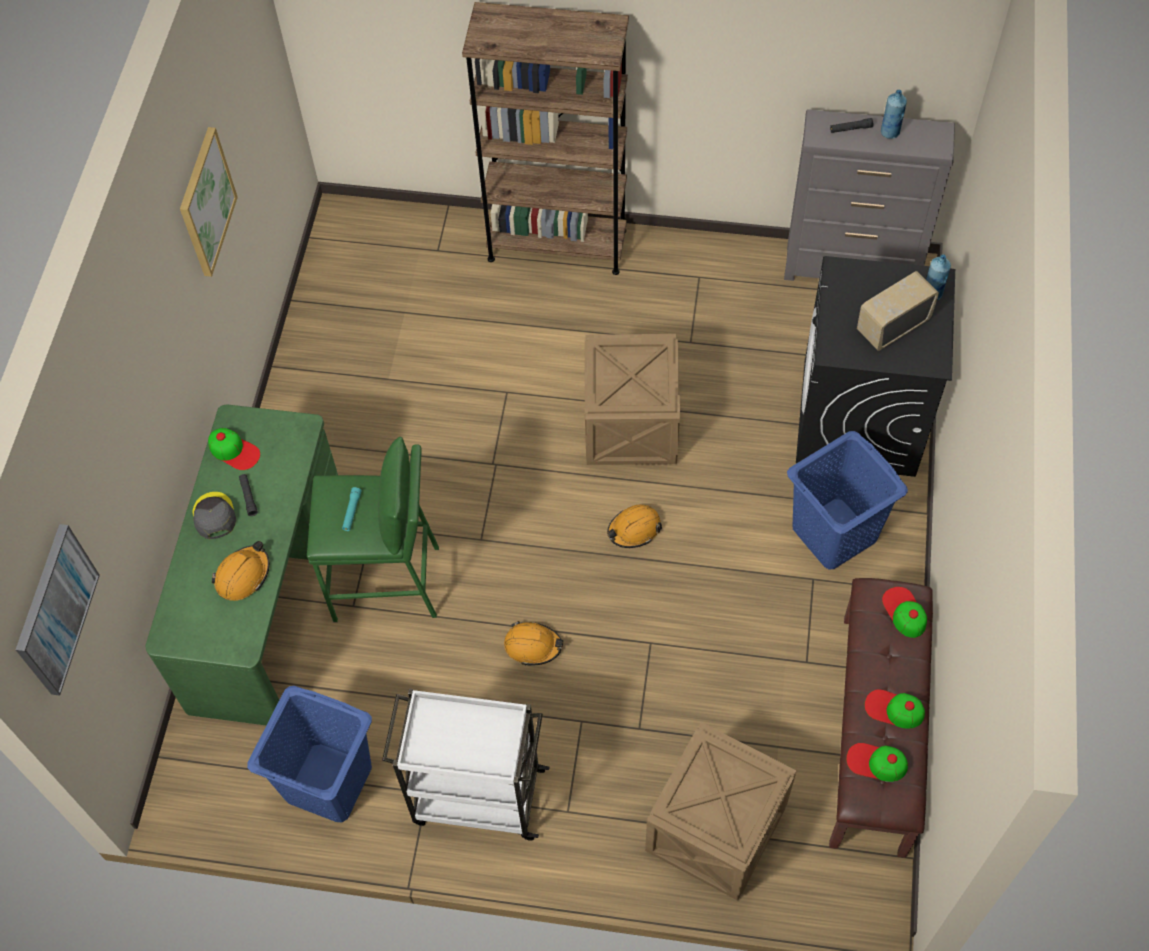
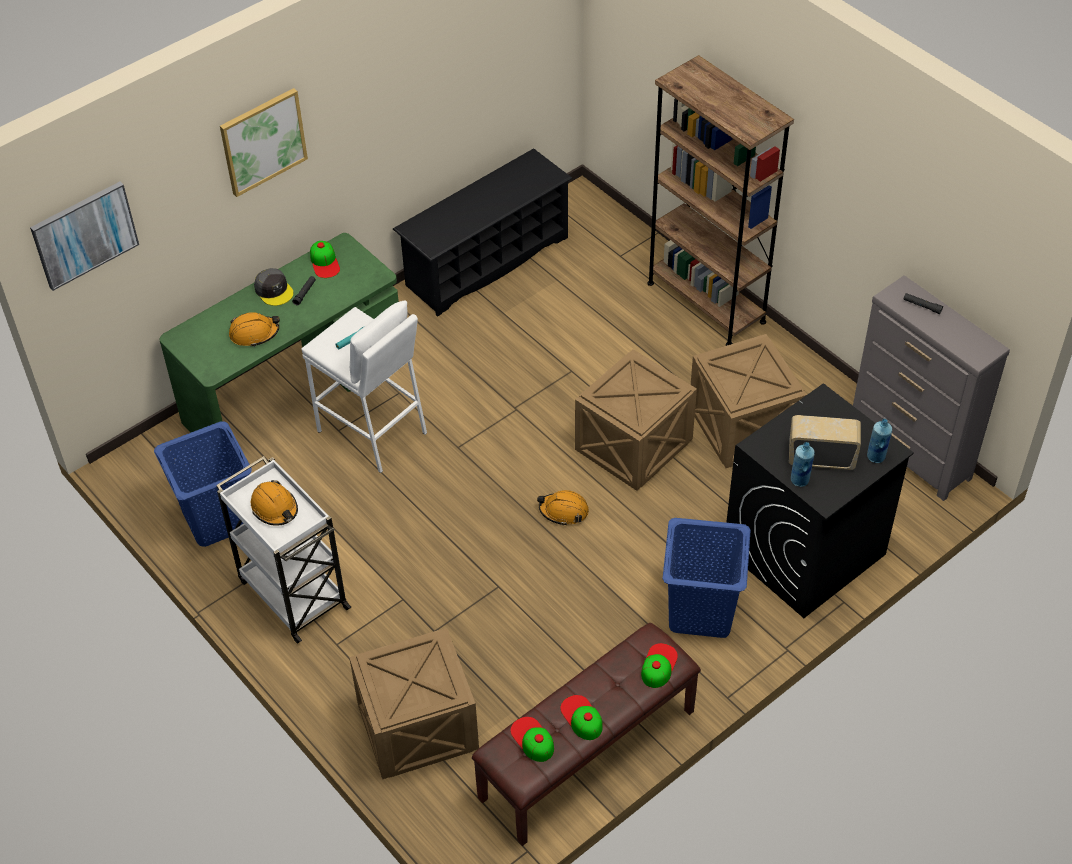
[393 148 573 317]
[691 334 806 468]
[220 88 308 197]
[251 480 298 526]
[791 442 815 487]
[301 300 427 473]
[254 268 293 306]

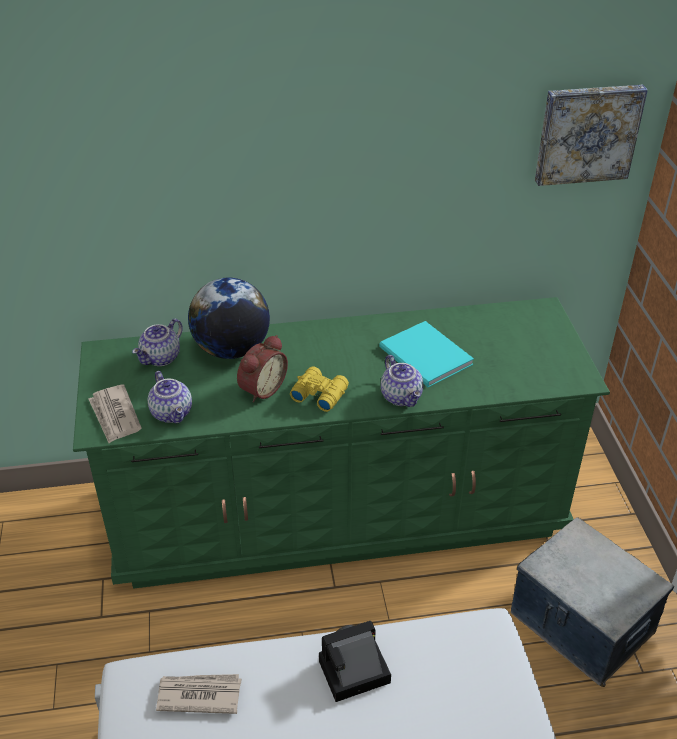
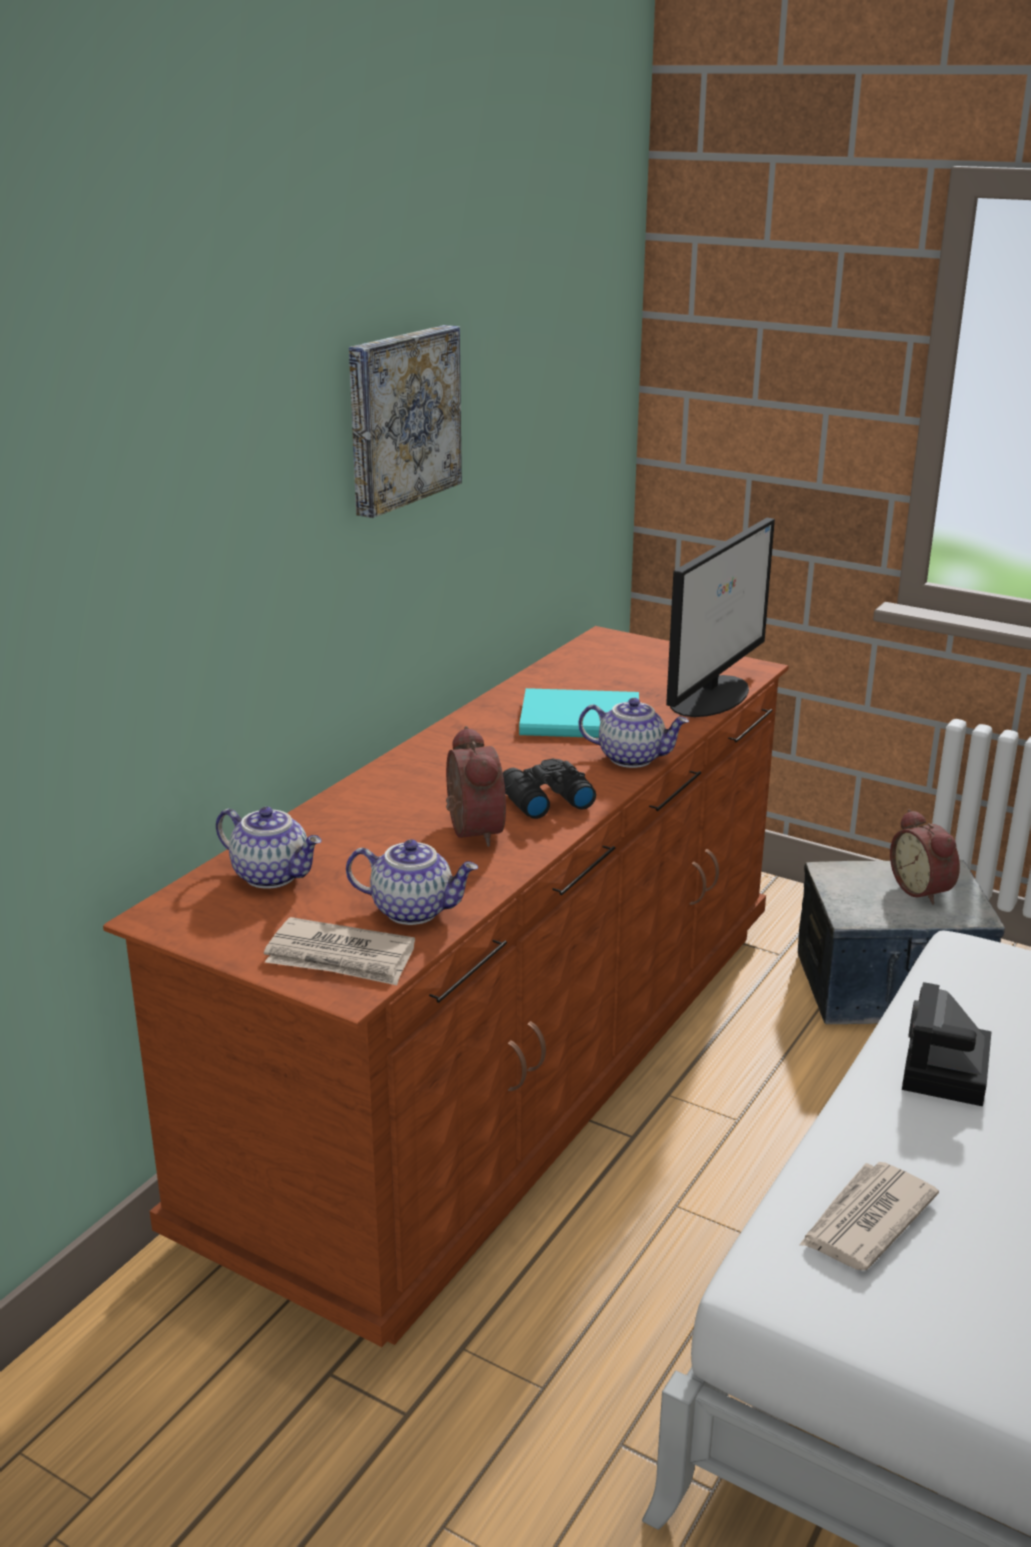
[188 278 270 359] (first image)
[666 518 775 717]
[890 809 960 905]
[349 325 462 518]
[103 626 789 1347]
[503 759 596 819]
[216 807 322 888]

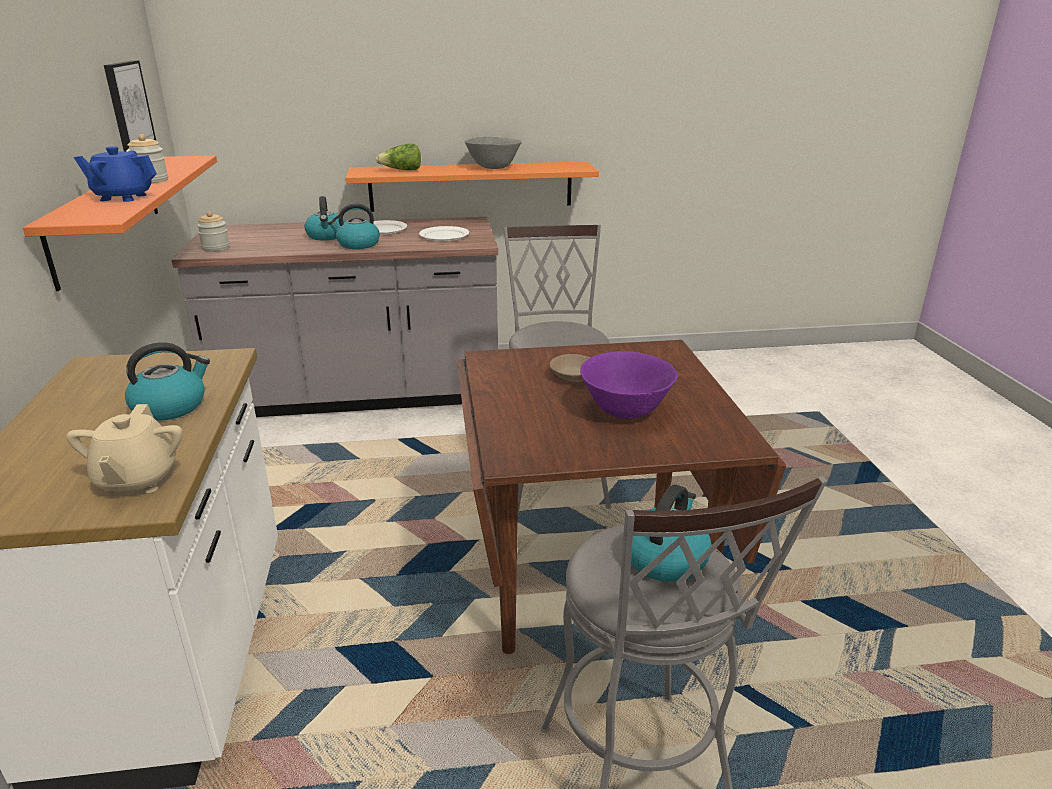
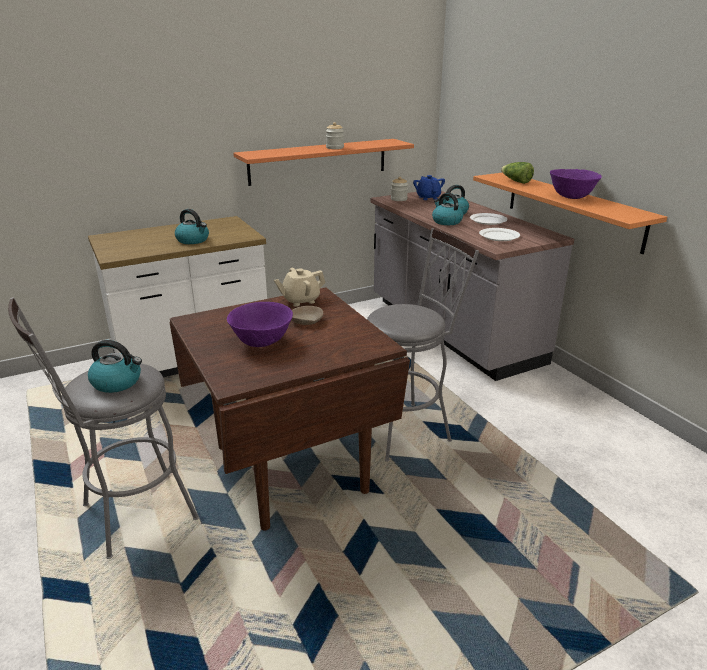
[104 60 156 152] (first image)
[274 268 326 307]
[413 175 445 200]
[550 169 602 199]

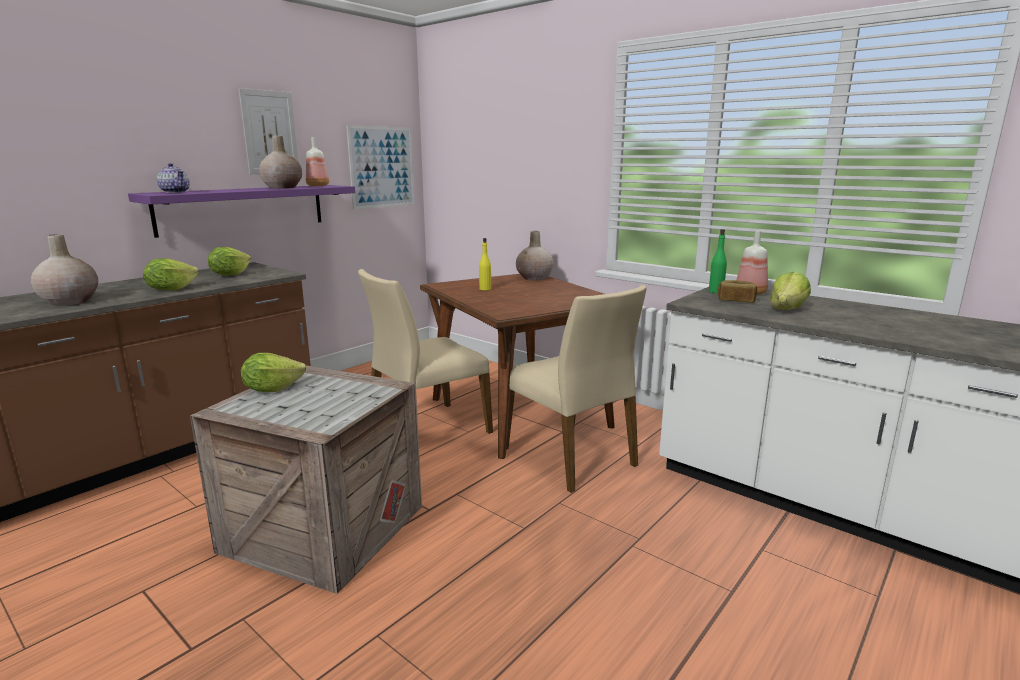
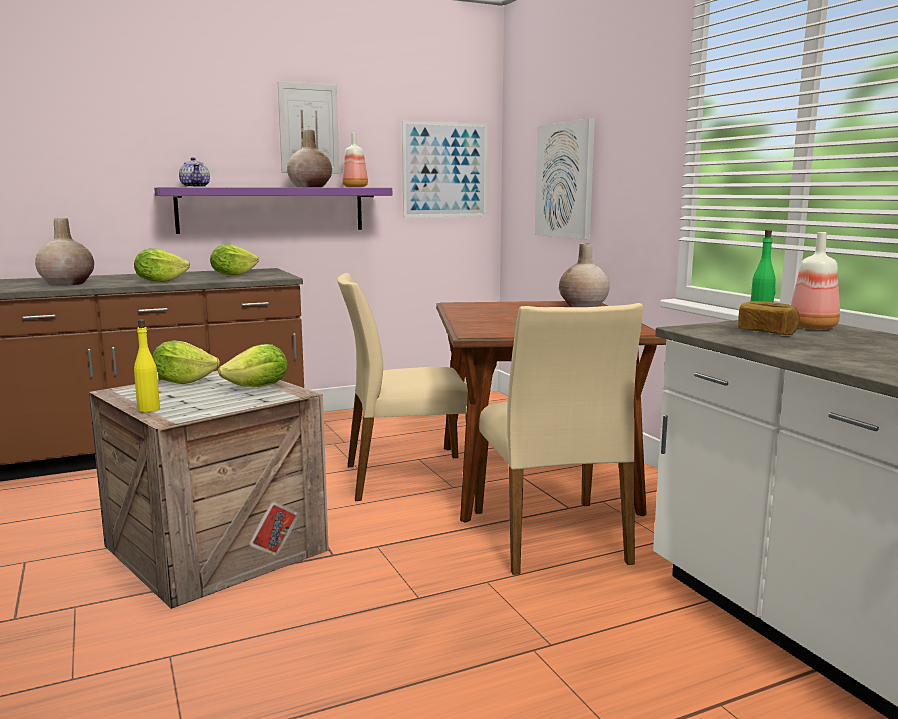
[535 118 595 240]
[134 319 160 413]
[218 344 288 387]

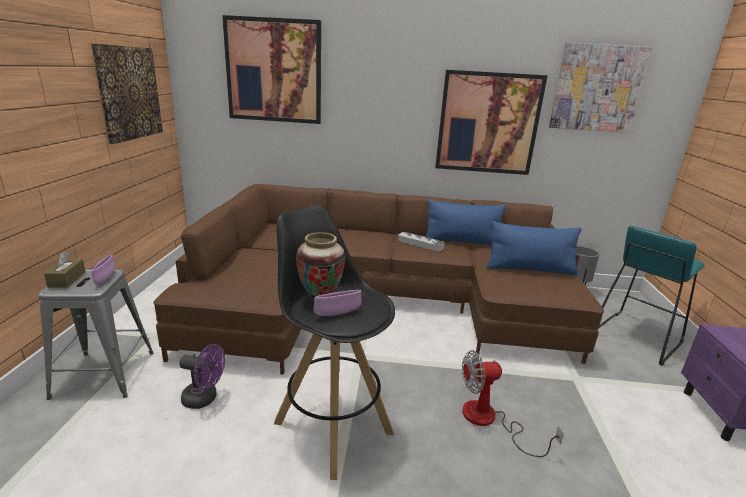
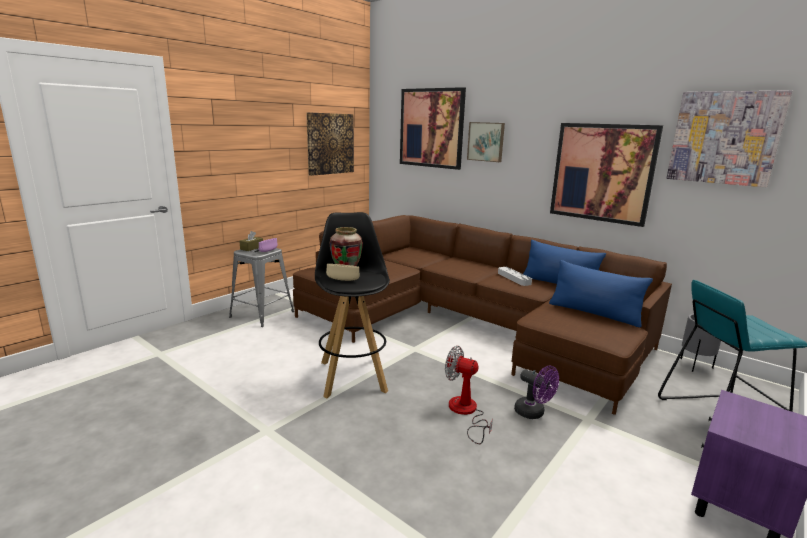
[467 122 505 162]
[514 366 559 419]
[326 264 360 281]

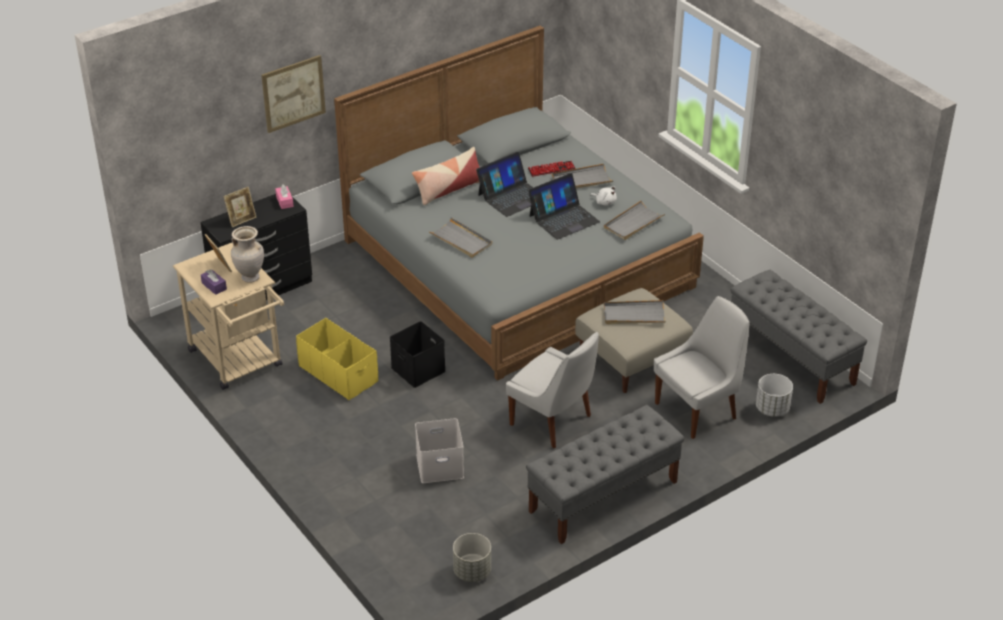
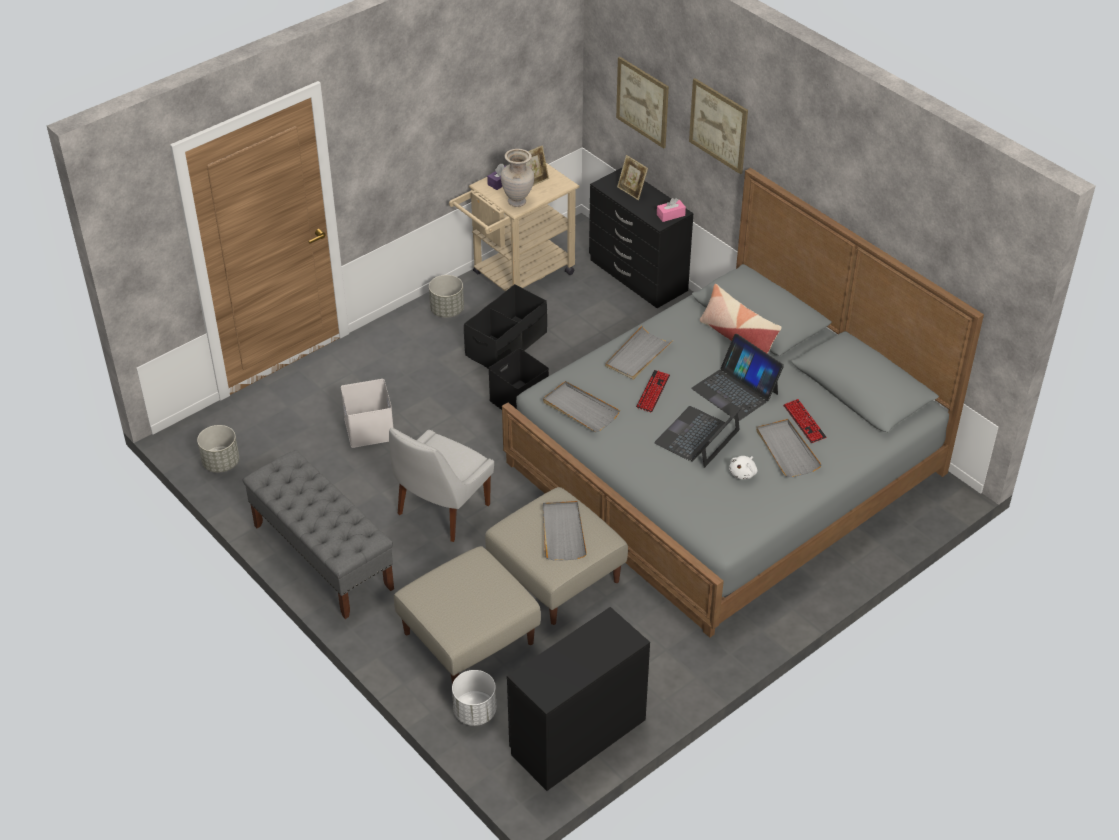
[429 275 464 318]
[616 57 669 148]
[636 370 670 413]
[543 381 620 432]
[394 546 541 684]
[507 607 650 791]
[464 284 547 369]
[654 403 745 468]

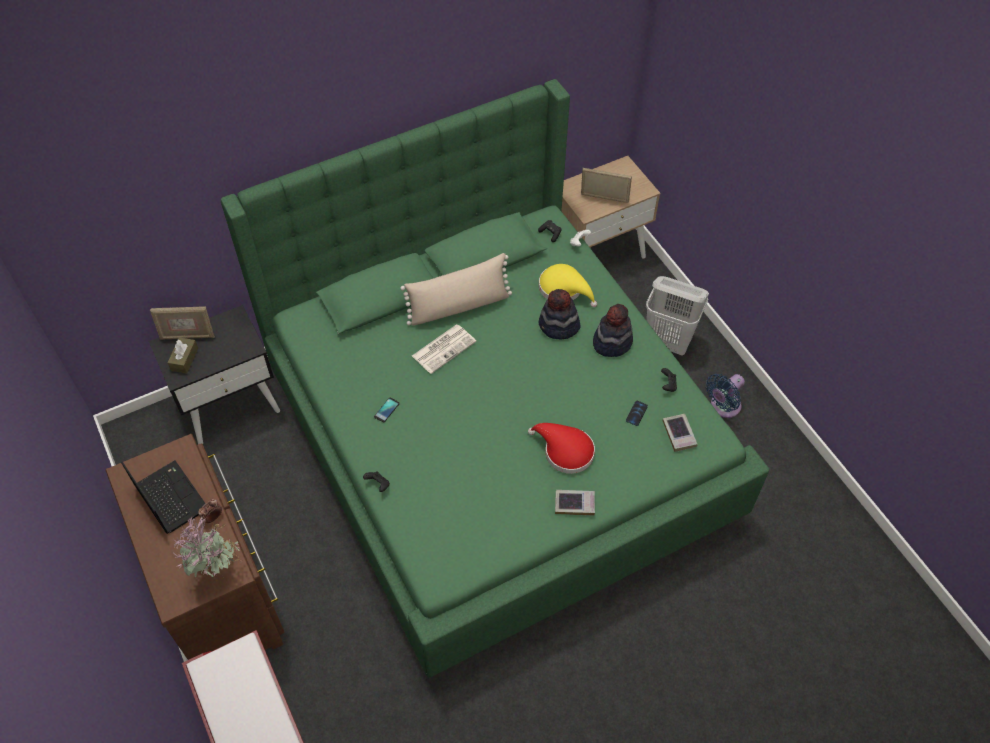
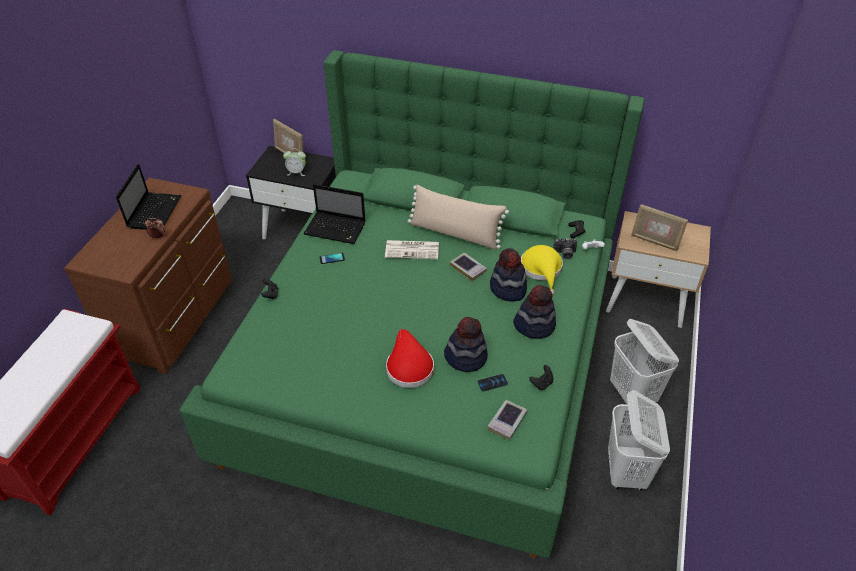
[168 337 198 373] (first image)
[173 517 241 577] (first image)
[283 148 306 176]
[303 184 366 244]
[444 317 488 372]
[553 238 577 259]
[450 252 487 281]
[608 390 670 491]
[631 204 688 251]

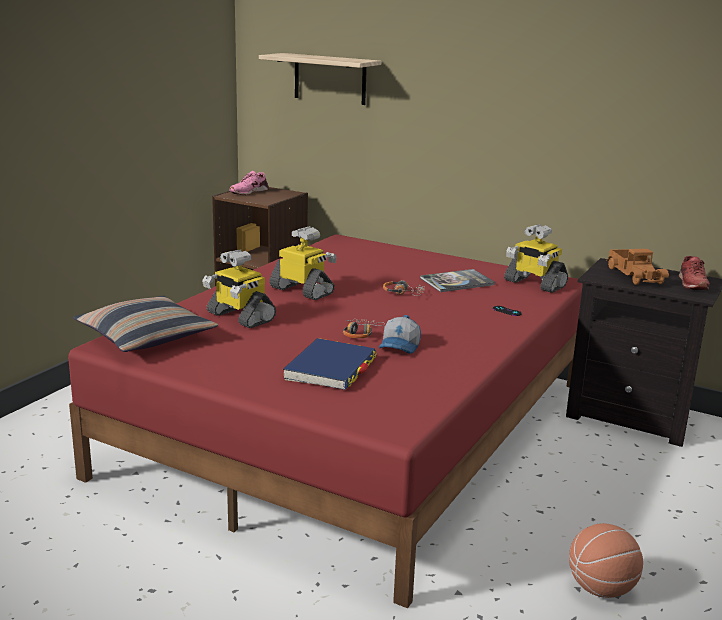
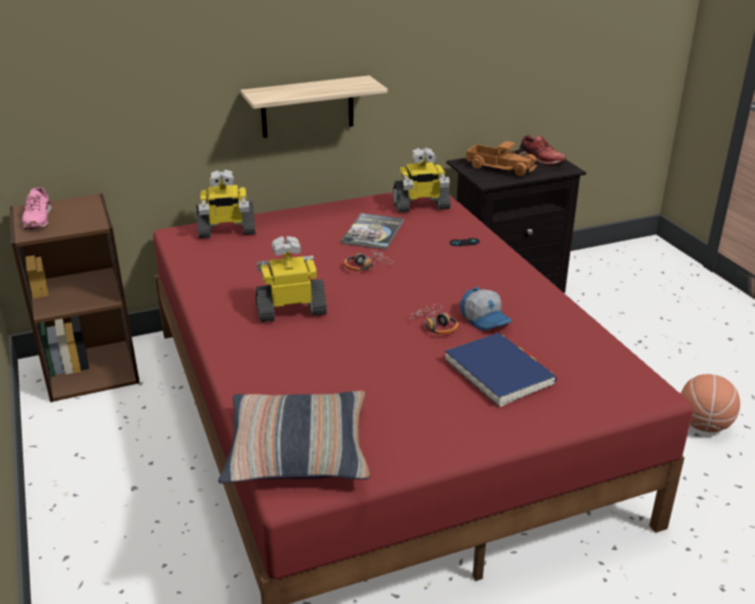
[196 169 256 238]
[240 75 388 138]

